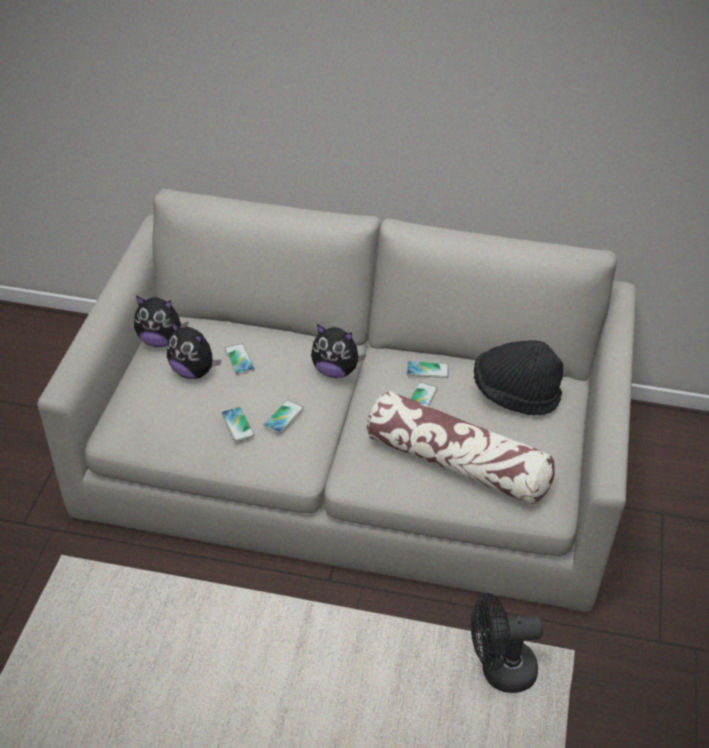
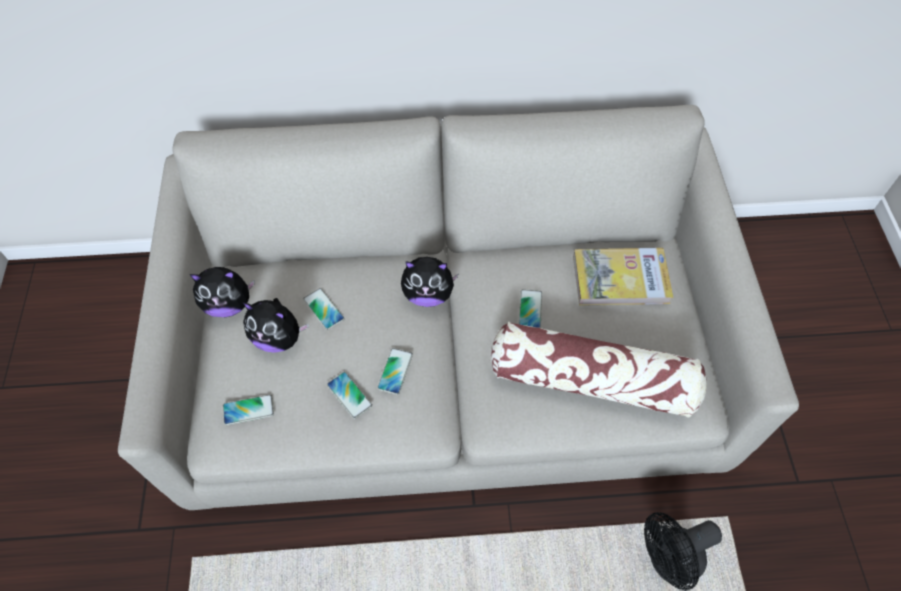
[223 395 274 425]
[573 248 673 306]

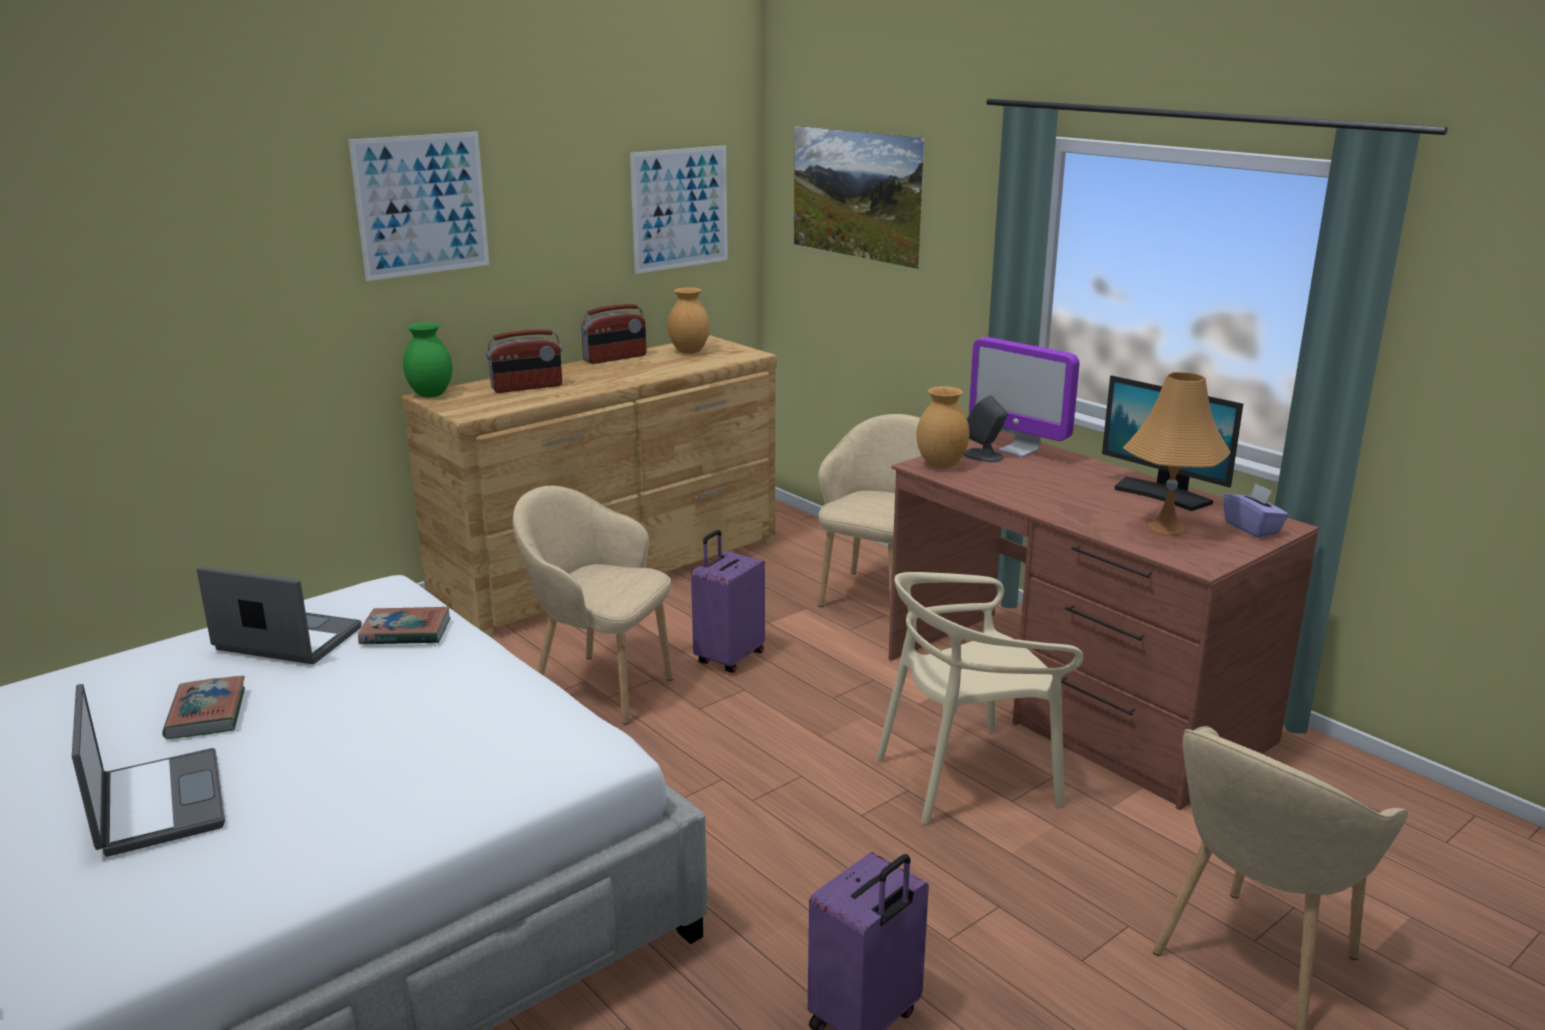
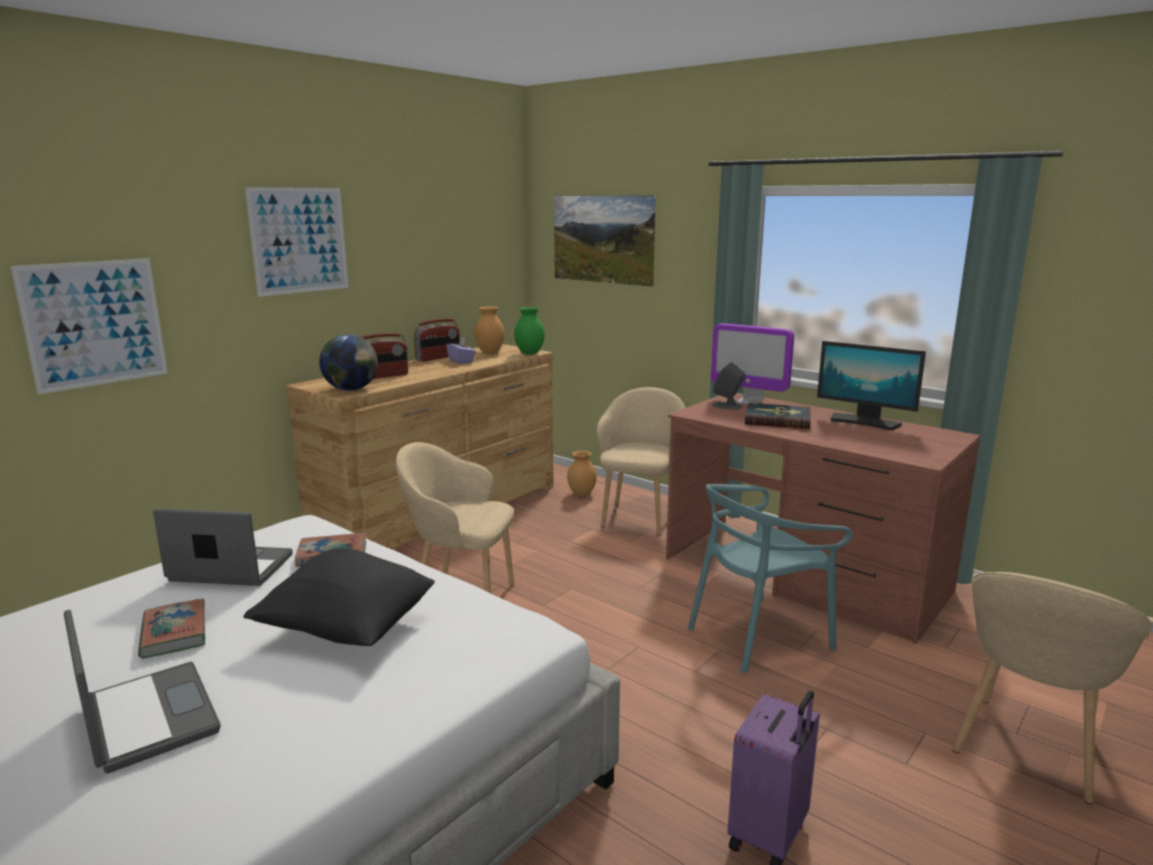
[691 530 765 673] (first image)
[1123 372 1231 536] (first image)
[243 548 435 646]
[319 334 378 391]
[745 403 811 429]
[514 307 545 354]
[11 258 168 394]
[567 450 597 496]
[446 337 476 364]
[688 484 853 673]

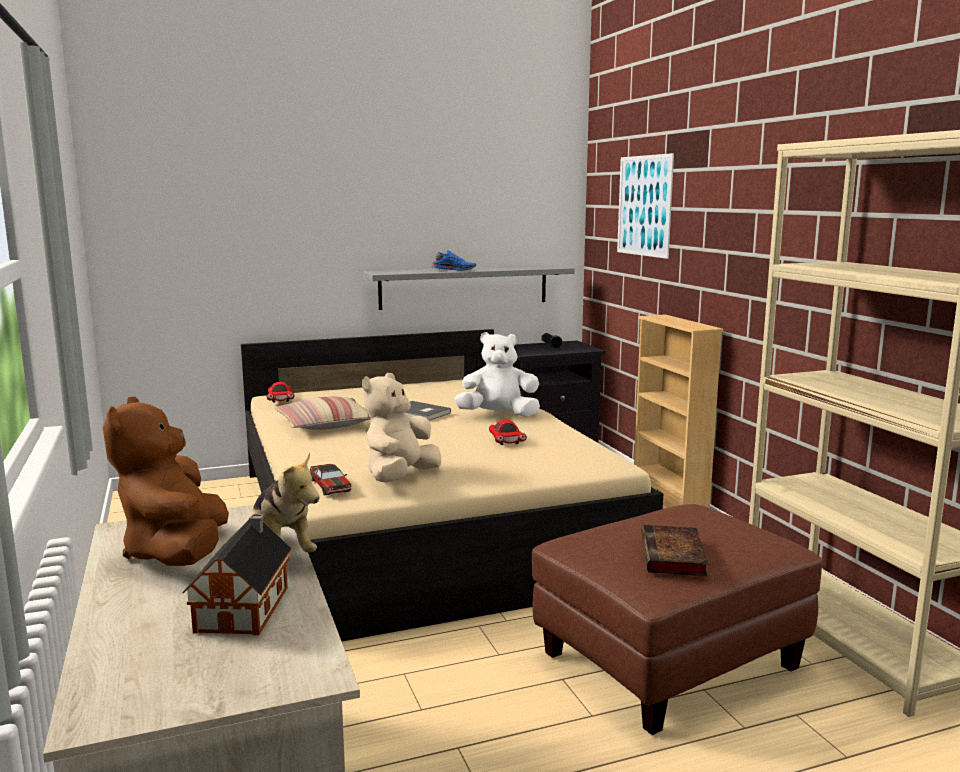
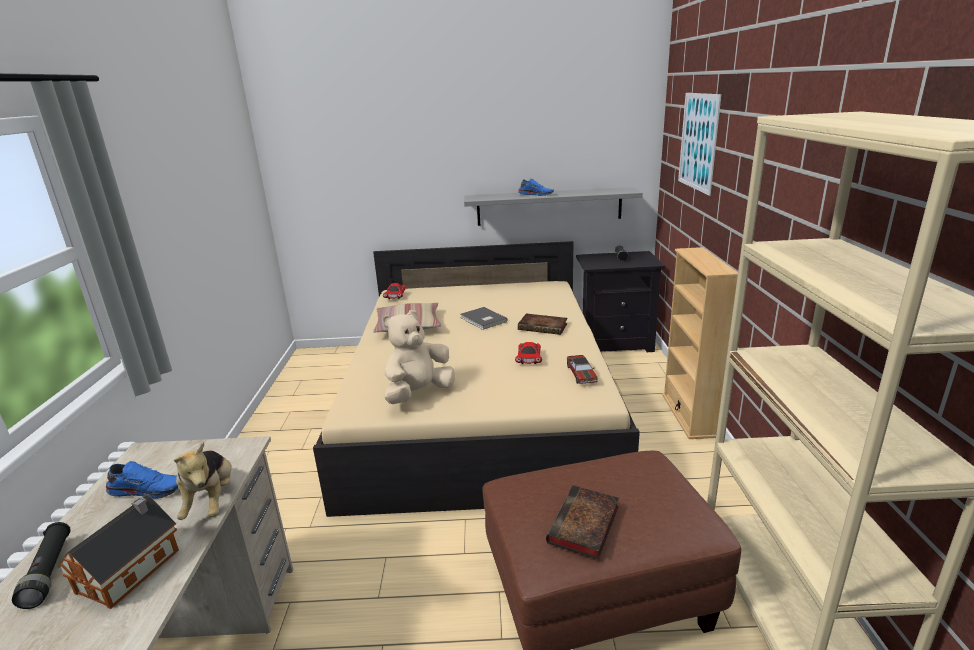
[12 522 71 609]
[567 355 598 384]
[106 461 178 499]
[518 313 567 335]

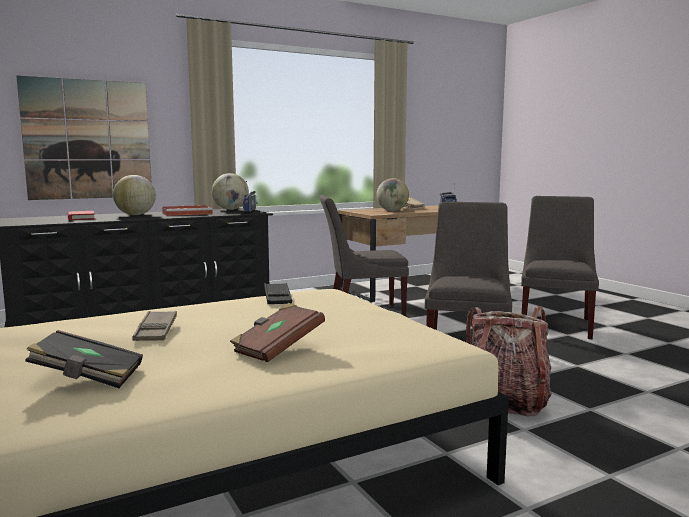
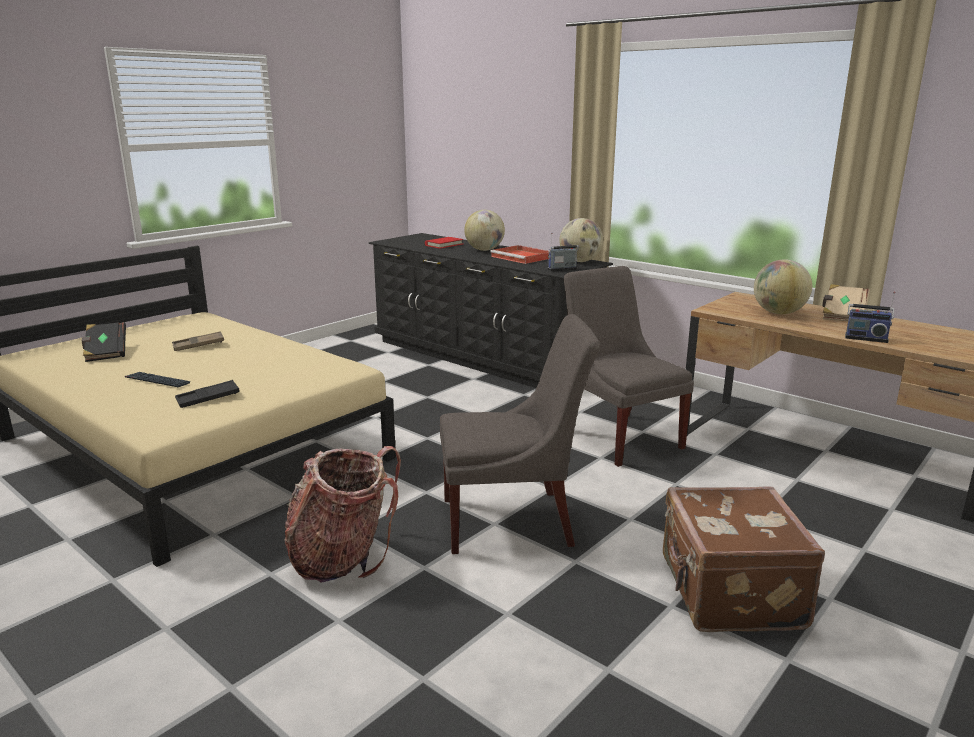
[16 76 152 200] (first image)
[175 380 240 408]
[125 372 190 387]
[663 486 825 632]

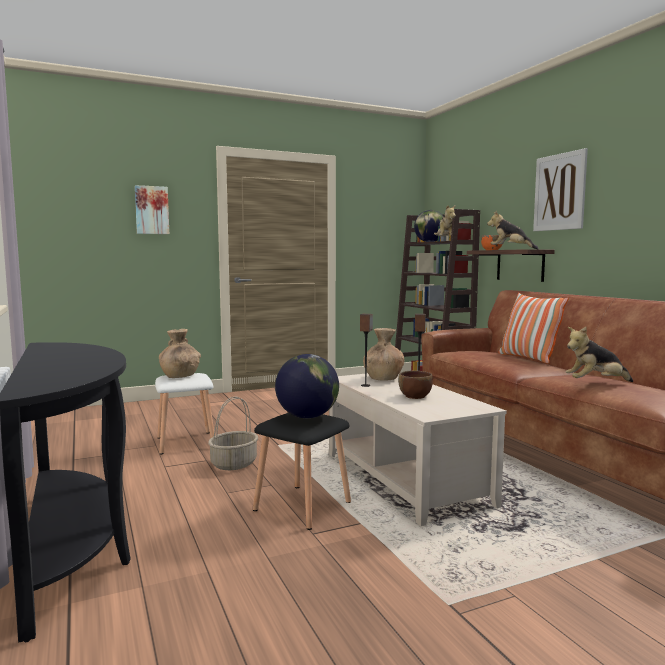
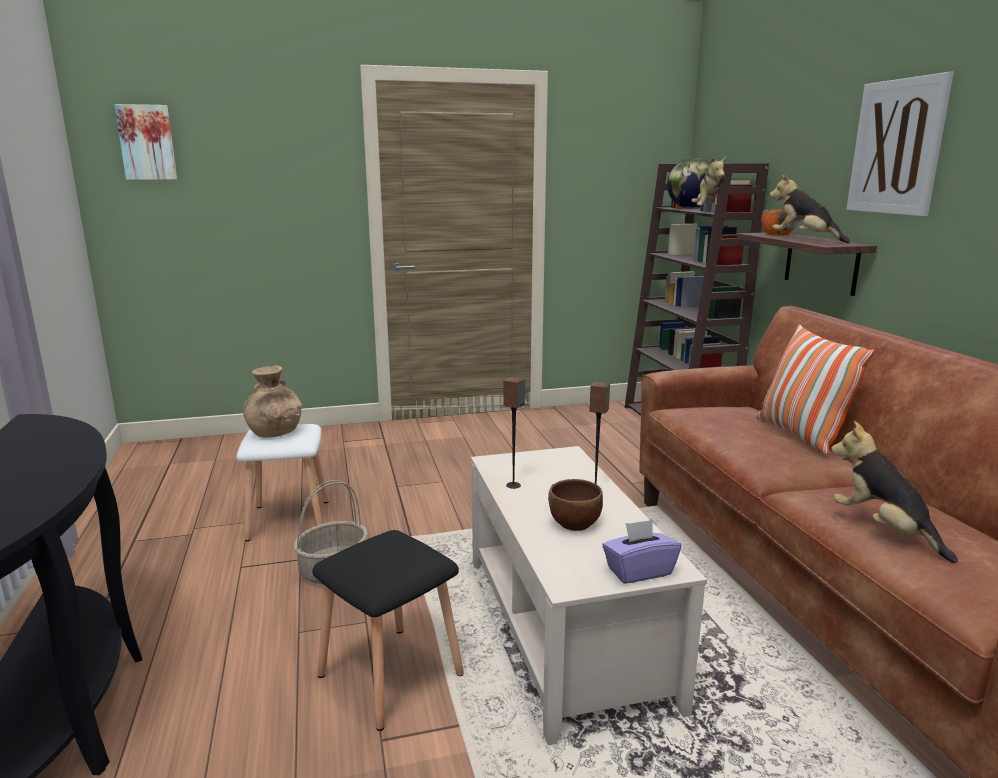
[275 354 339 418] (first image)
[363 328 404 381] (first image)
[602 519 681 584]
[114 104 177 180]
[831 421 958 563]

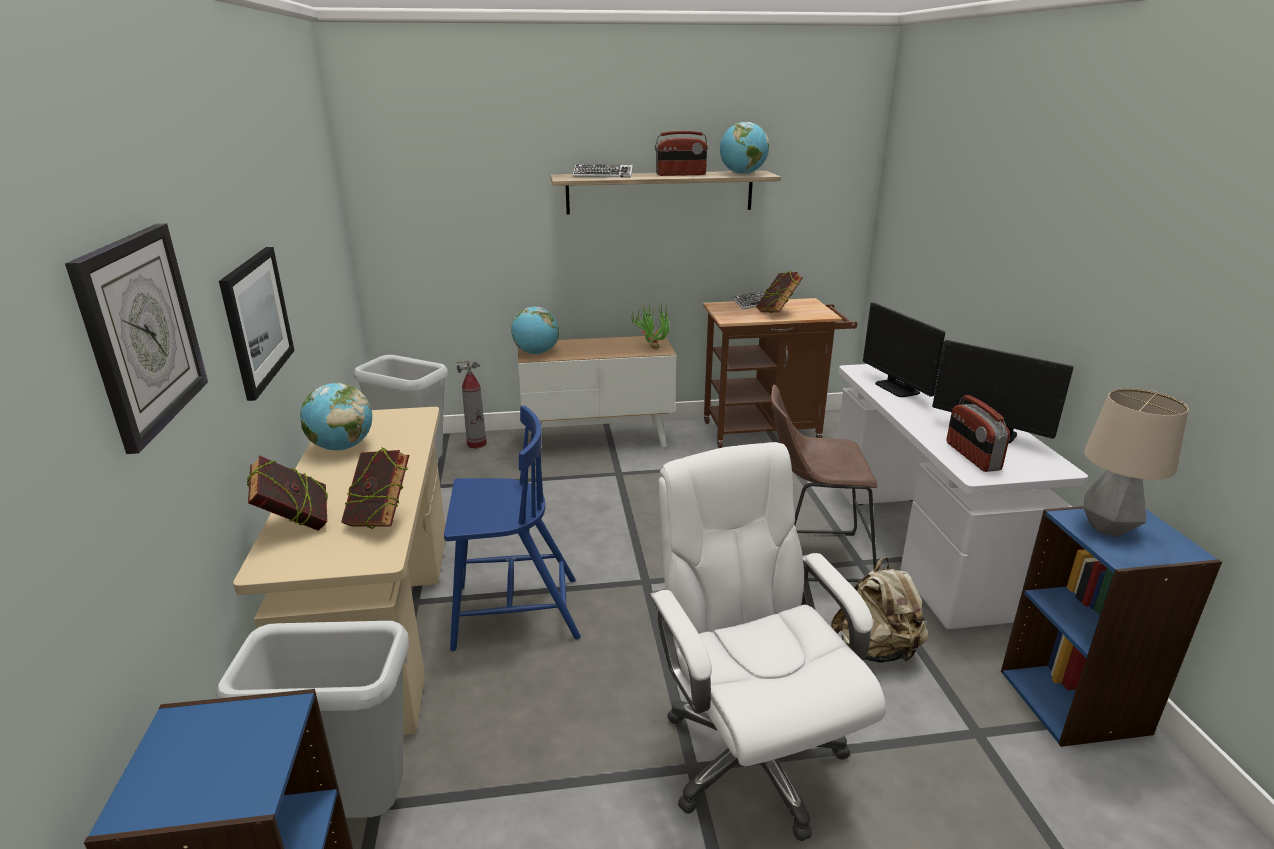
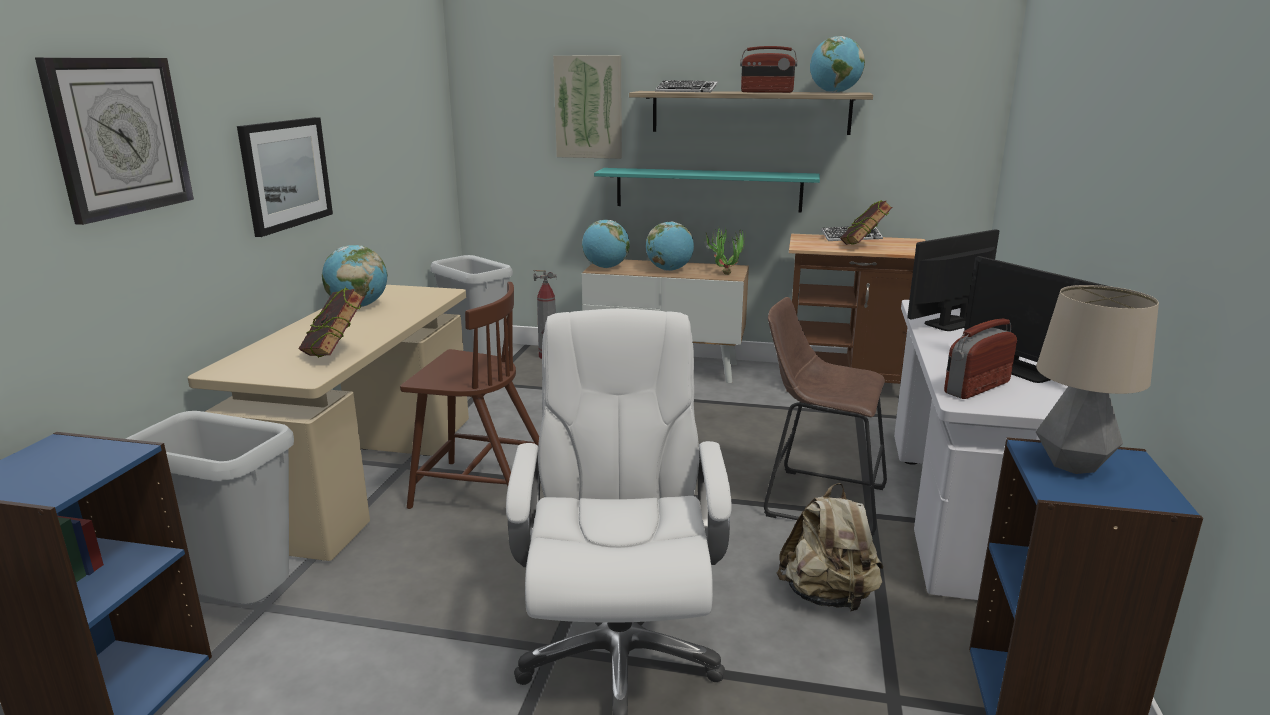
[247 455 328 531] (first image)
[553 56 622 159]
[594 168 820 213]
[646 221 694 271]
[400 282 539 509]
[907 229 999 331]
[944 318 1017 399]

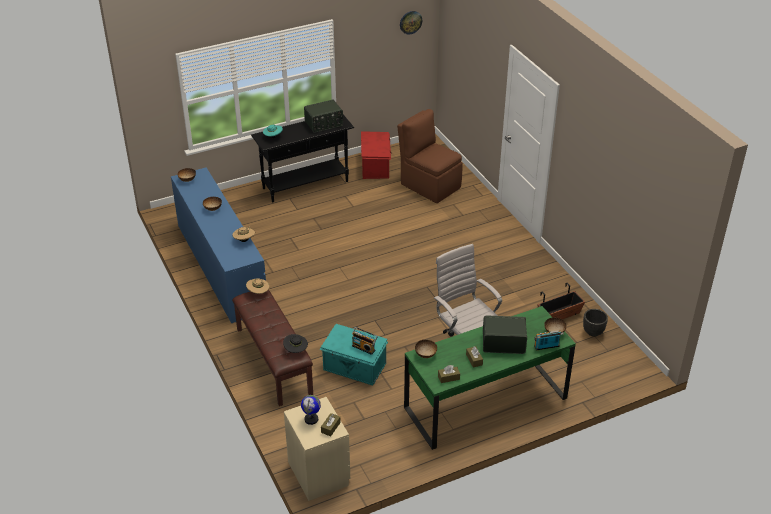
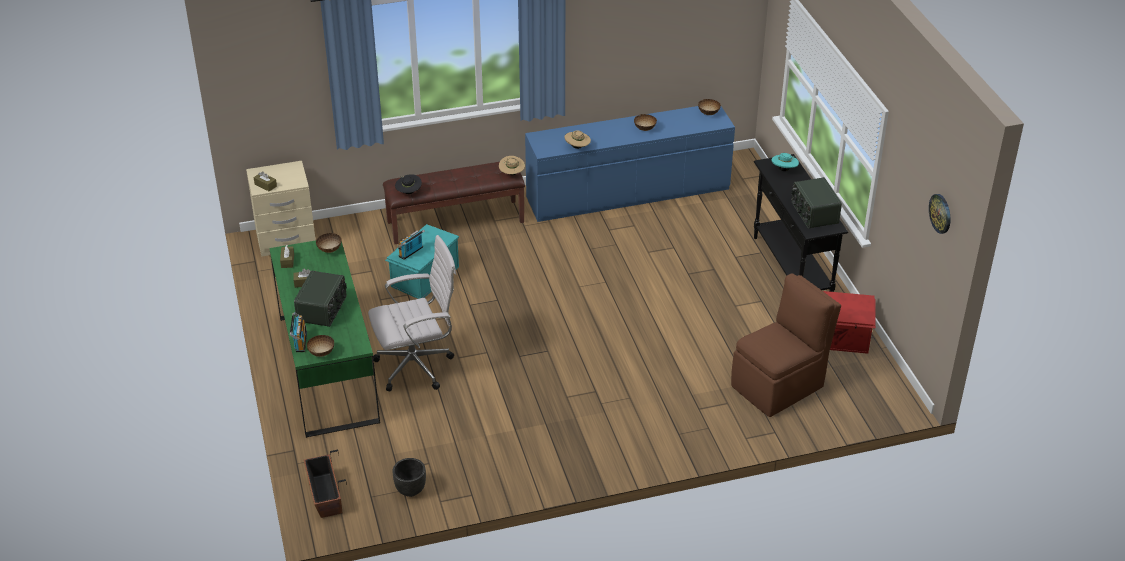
[301 395 321 425] (first image)
[304 450 347 518]

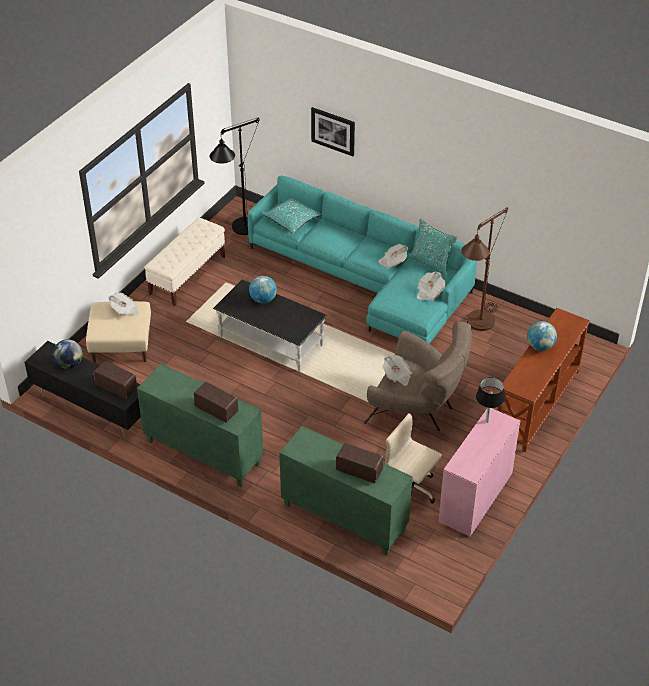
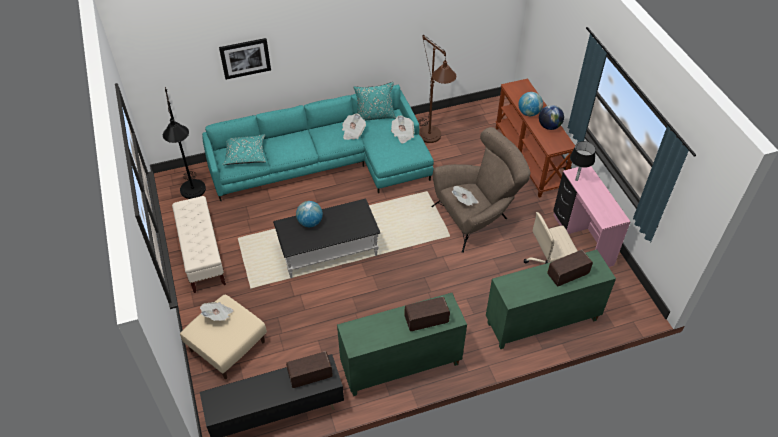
[539 105 564 130]

